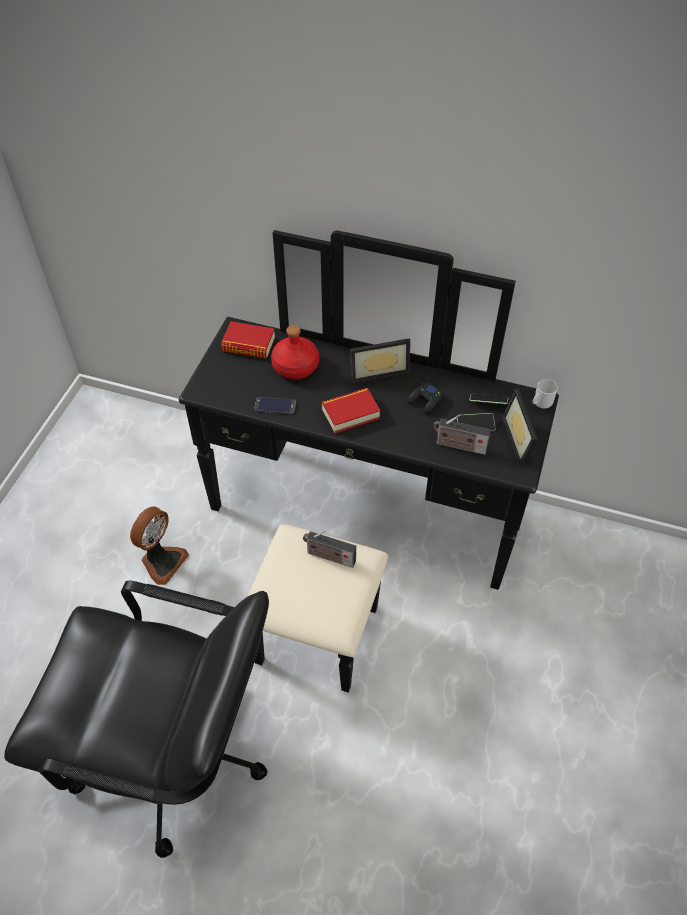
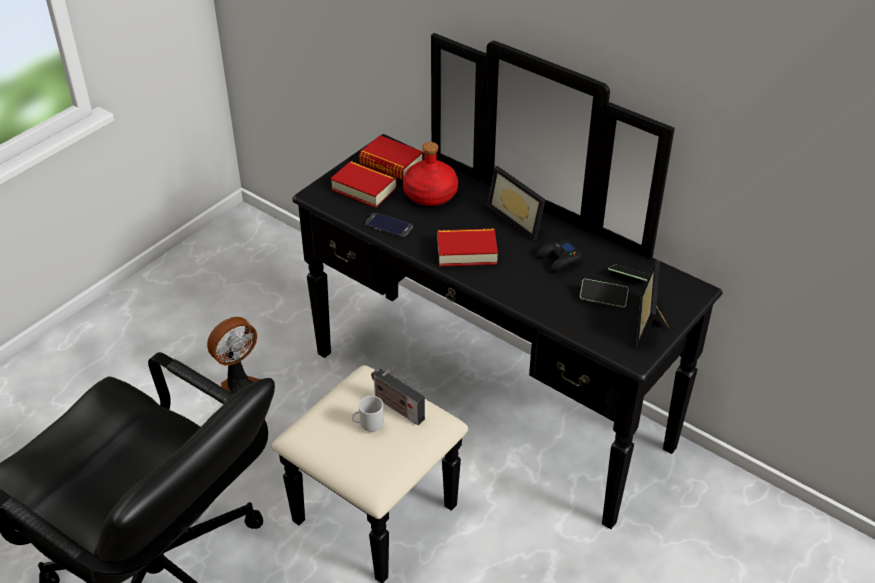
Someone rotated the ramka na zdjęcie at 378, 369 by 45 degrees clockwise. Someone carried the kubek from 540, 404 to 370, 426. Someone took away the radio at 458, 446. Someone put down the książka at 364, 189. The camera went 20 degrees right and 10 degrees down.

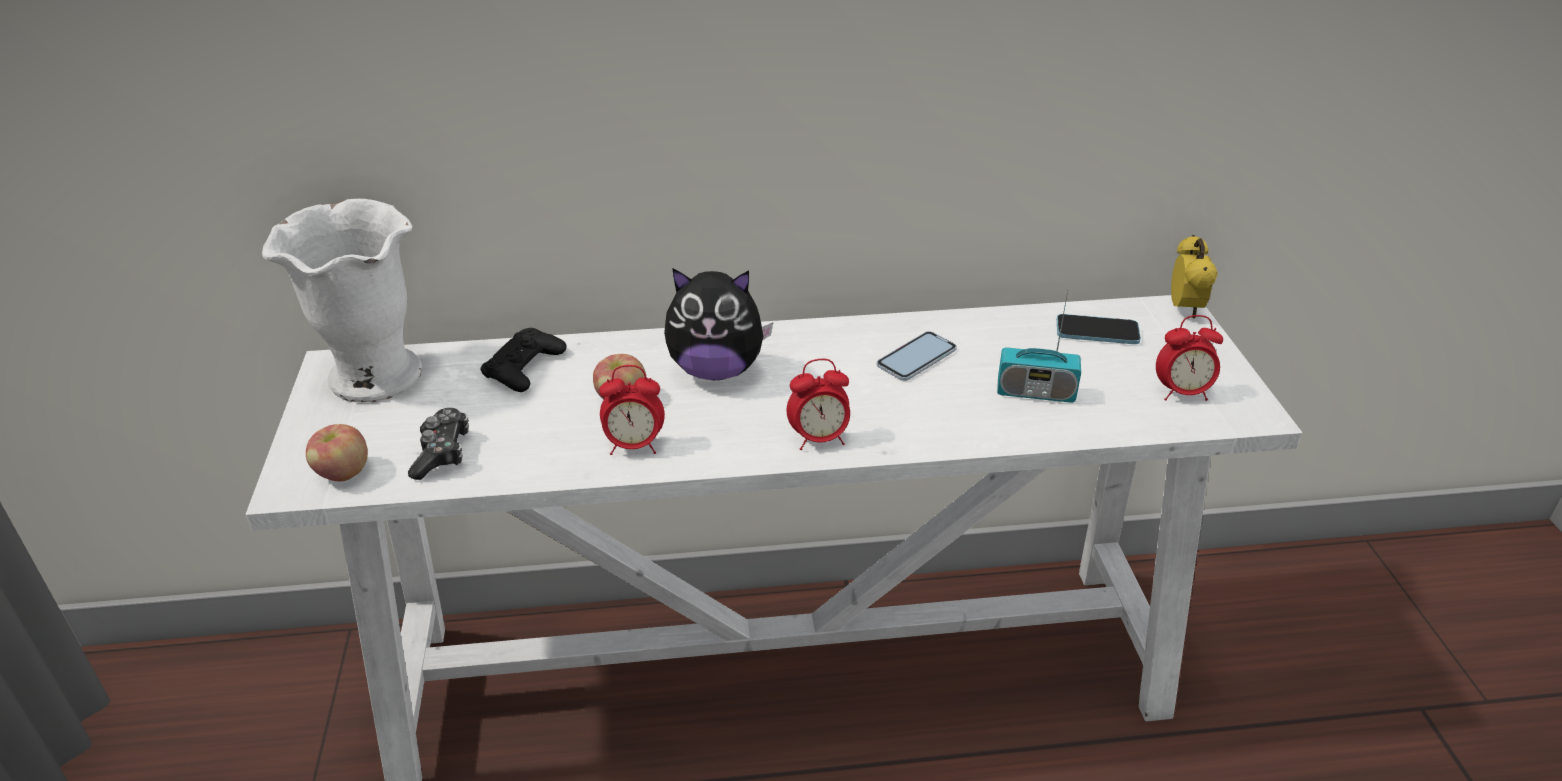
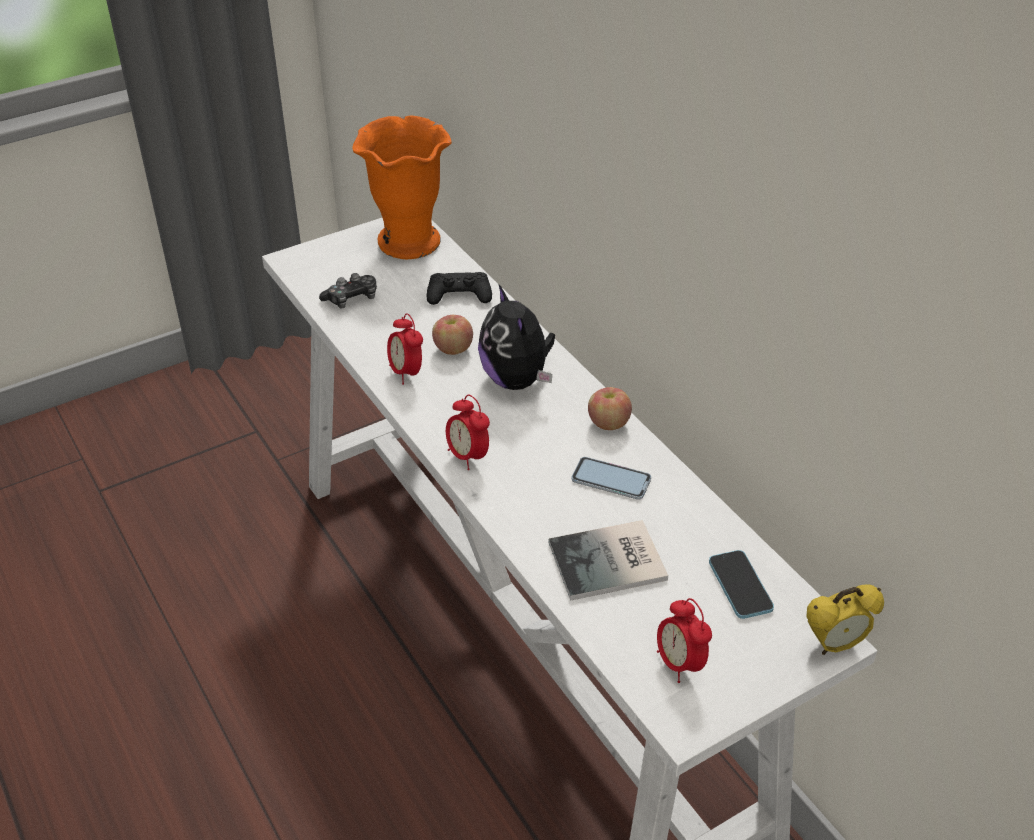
Someone repainted the wazon [biały] at 375, 376, which became the wazon [pomarańczowy] at 409, 241. Someone swapped the radio at 1035, 392 for the książka at 611, 563. Someone carried the jabłko from 343, 473 to 608, 423. The camera went 65 degrees right and 5 degrees up.

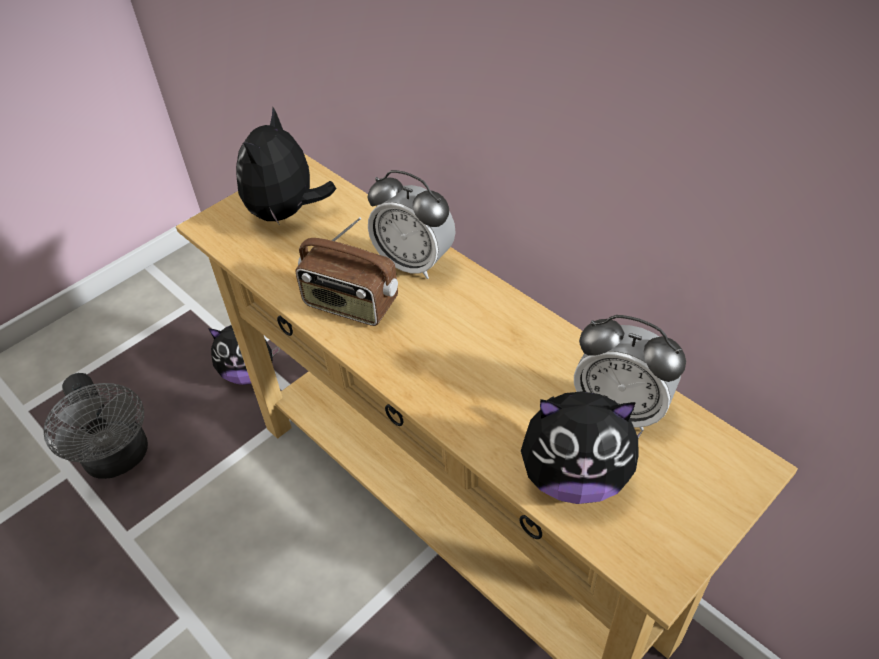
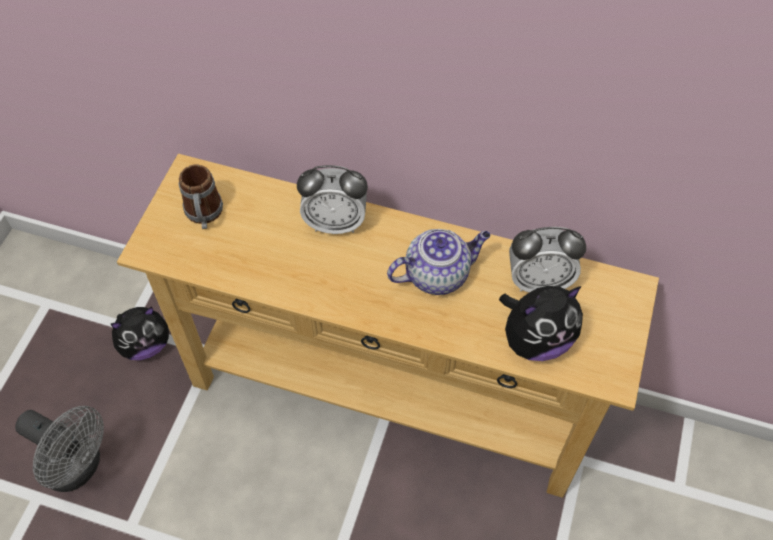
Someone swapped the pluszak at 286, 213 for the kubek at 204, 215. Someone took away the radio at 350, 305. Someone put down the imbryk at 438, 274. The camera went 30 degrees left and 10 degrees up.

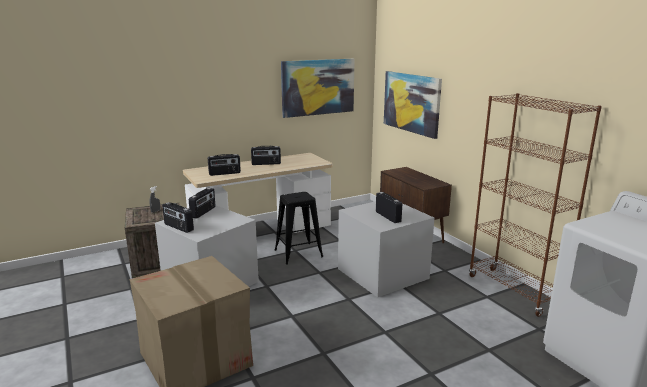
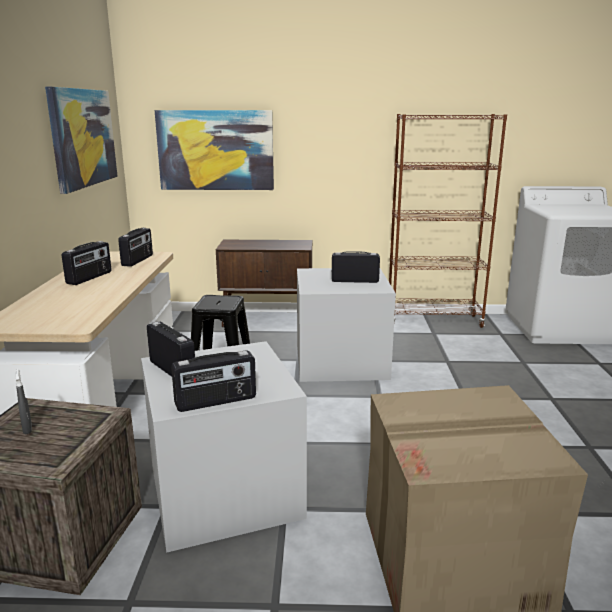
Someone carried the radio from 224, 173 to 138, 260. The camera went 60 degrees left and 0 degrees up.

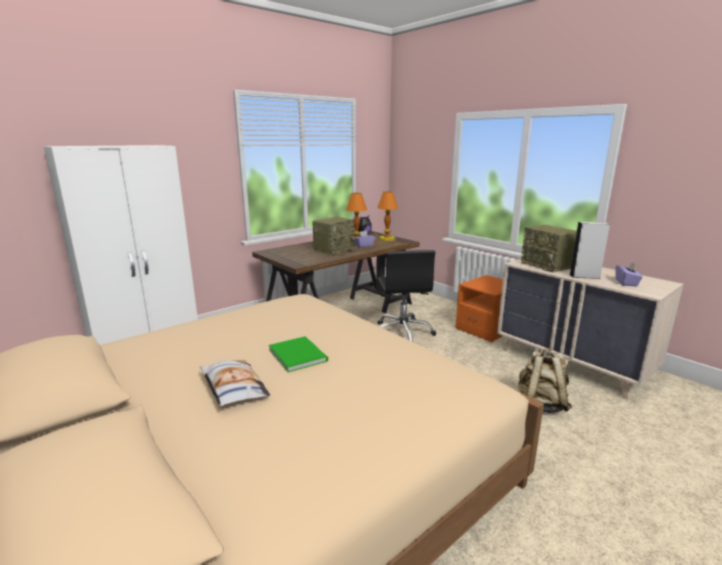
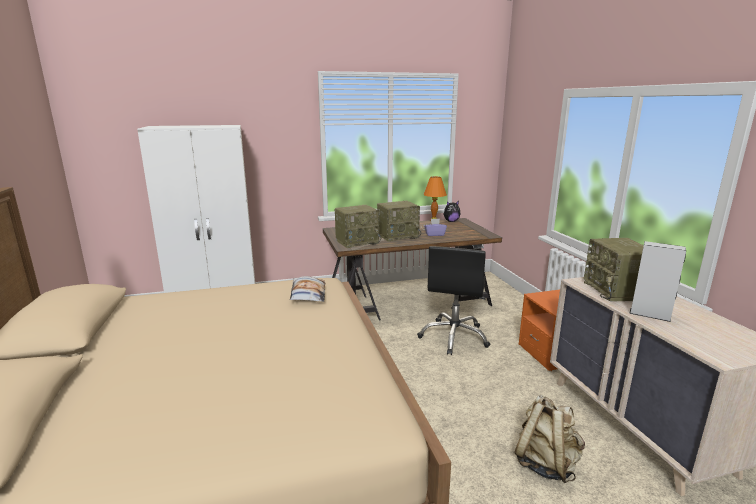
Someone took away the lampa stołowa at 385, 238. Someone took away the pudełko chusteczek [fioletowy] at 626, 283. Someone took away the książka [zielony] at 298, 354. Someone carried the poduszka from 233, 387 to 307, 294. Someone put down the radio at 357, 241. The camera went 25 degrees right and 0 degrees up.

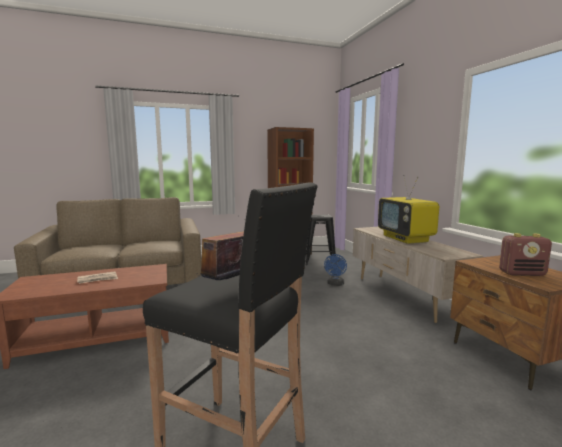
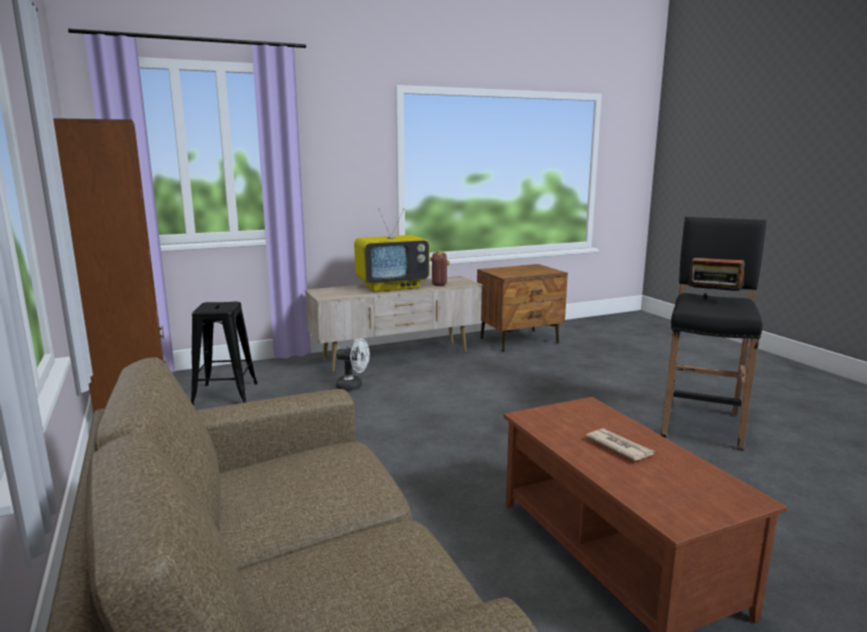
Someone carried the radio from 522, 273 to 439, 283. Someone repainted the wentylator [niebieski] at 335, 284, which became the wentylator [biały] at 353, 386. The camera went 95 degrees left and 5 degrees up.

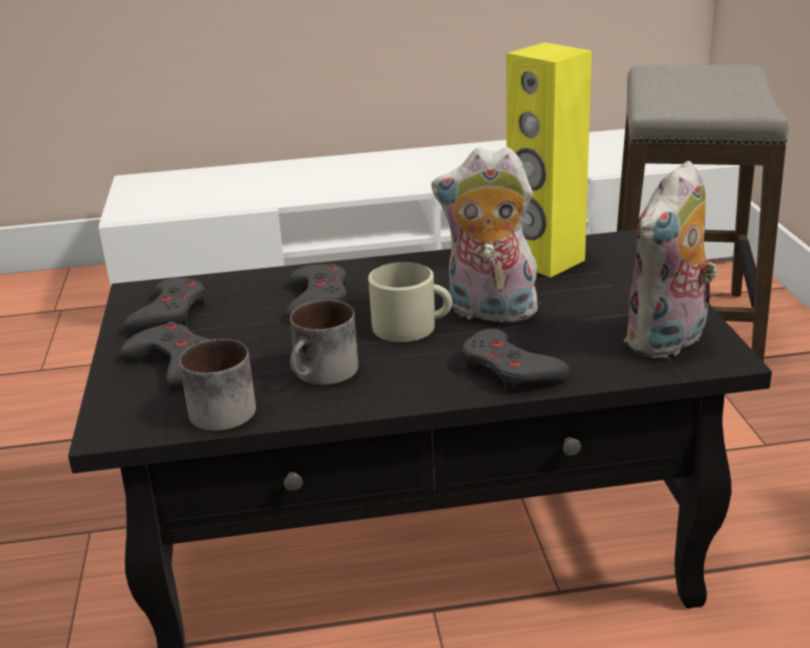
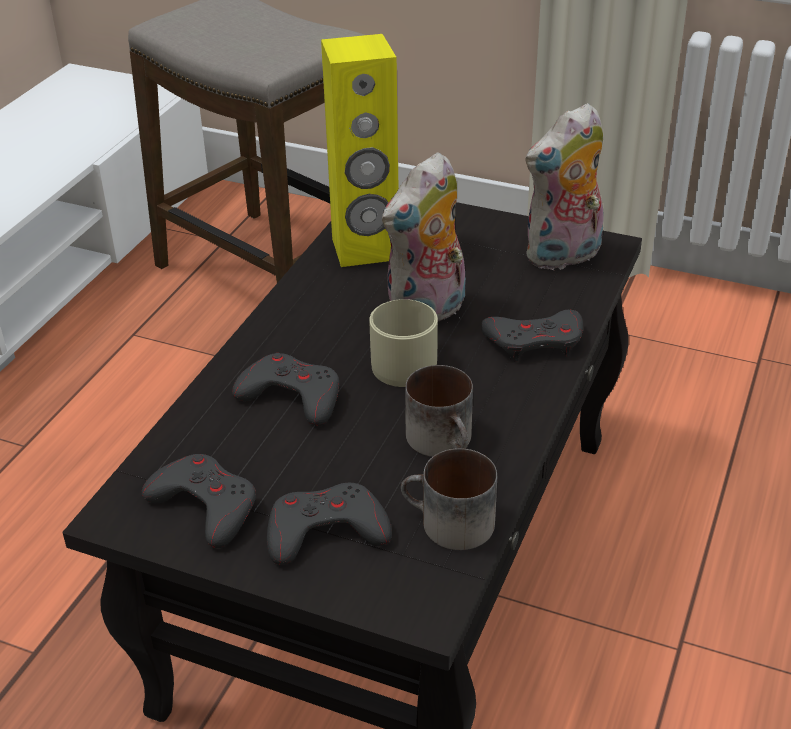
Someone rotated the pluszak at 668, 342 by 75 degrees clockwise. The camera went 60 degrees left and 10 degrees up.

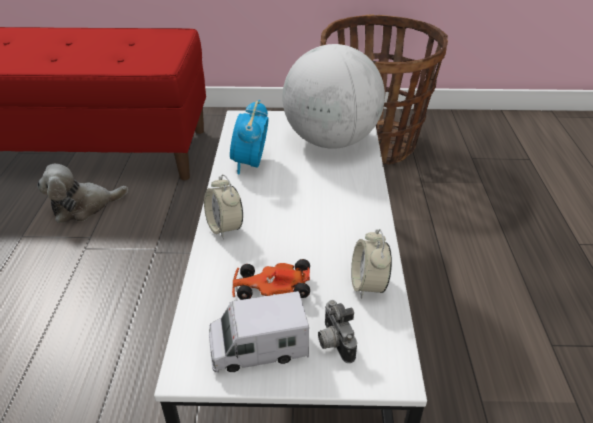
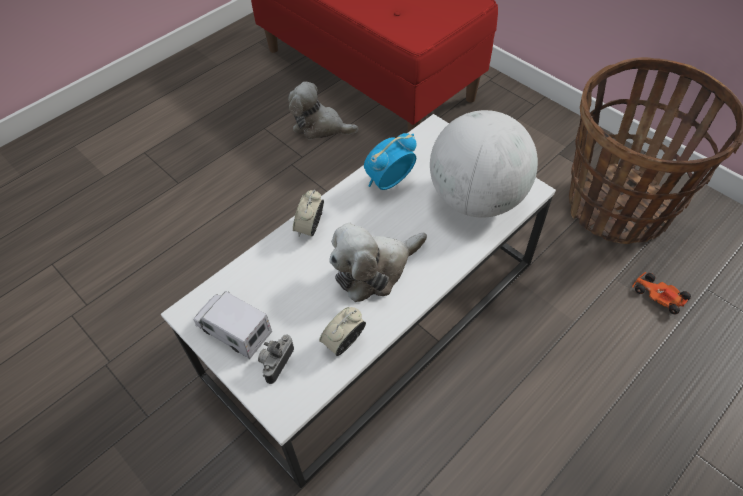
Someone carried the samochodzik from 271, 287 to 658, 295. Someone put down the pluszak at 375, 270. The camera went 45 degrees right and 15 degrees up.

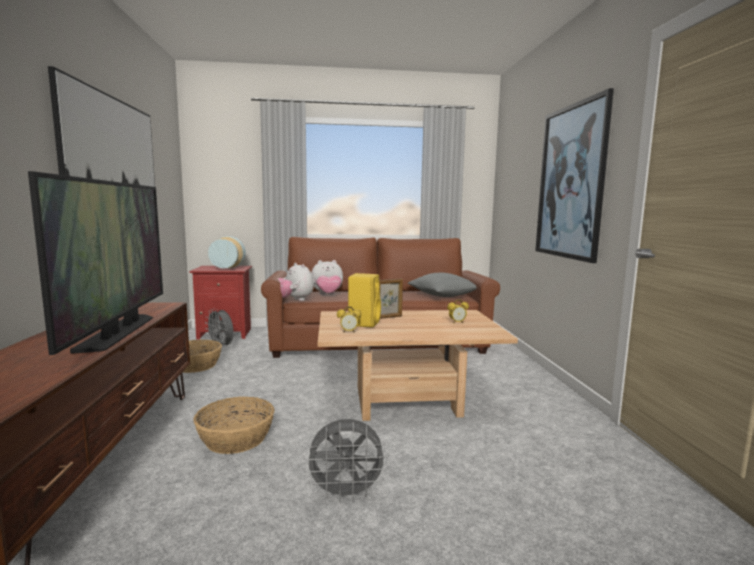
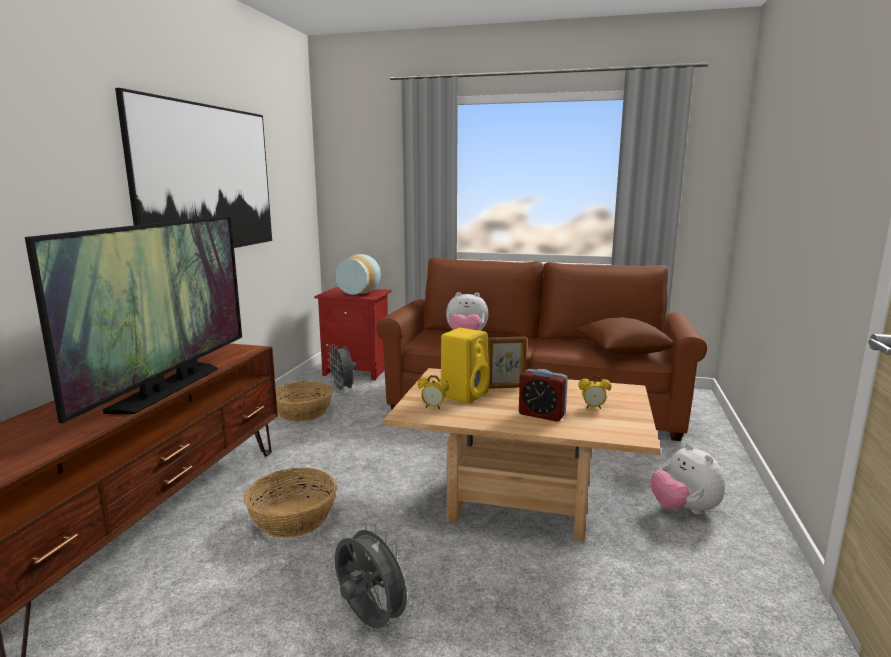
Someone took away the obraz at 570, 182. Someone carried the pluszak from 295, 300 to 684, 510. Someone repainted the poduszka [szary] at 442, 296, which became the poduszka [brązowy] at 623, 352. Someone rotated the wentylator [szary] at 346, 494 by 150 degrees counterclockwise. Someone put down the budzik at 541, 414. The camera went 20 degrees right and 5 degrees up.

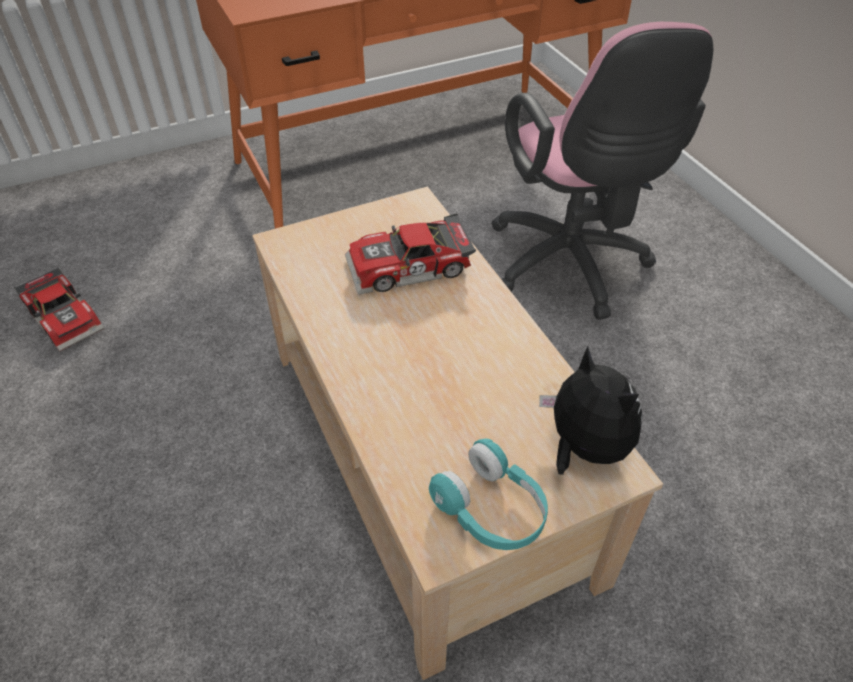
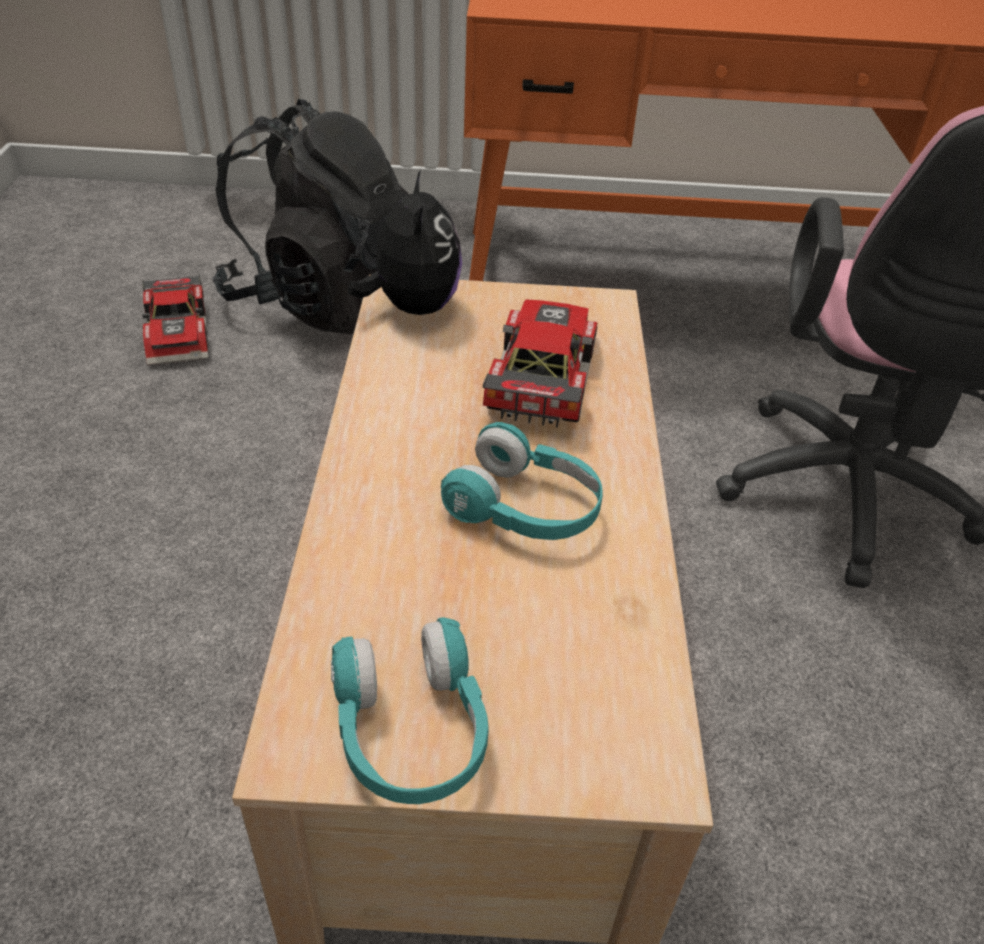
Someone rotated the samochodzik at 410, 269 by 90 degrees clockwise. Someone carried the pluszak from 583, 448 to 412, 307. Someone put down the plecak [czarny] at 322, 301. Someone put down the słuchawki [turkusowy] at 524, 508. The camera went 25 degrees right and 5 degrees down.

